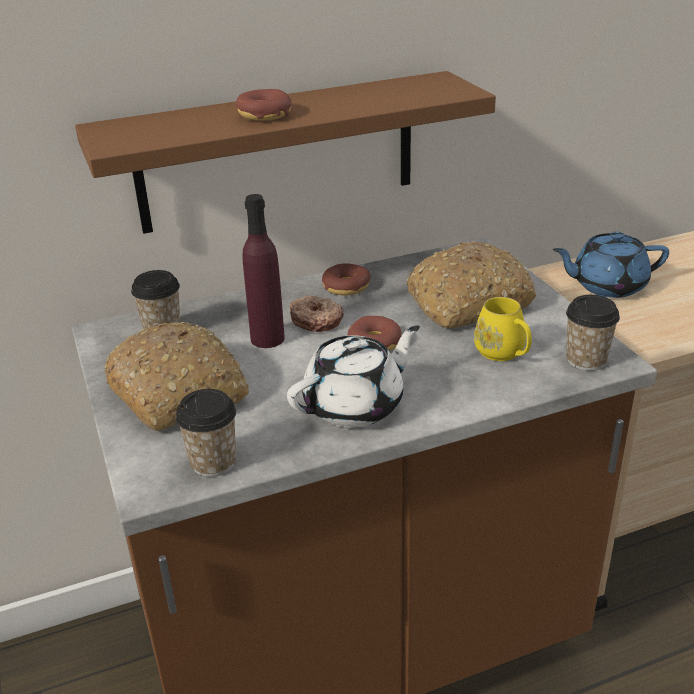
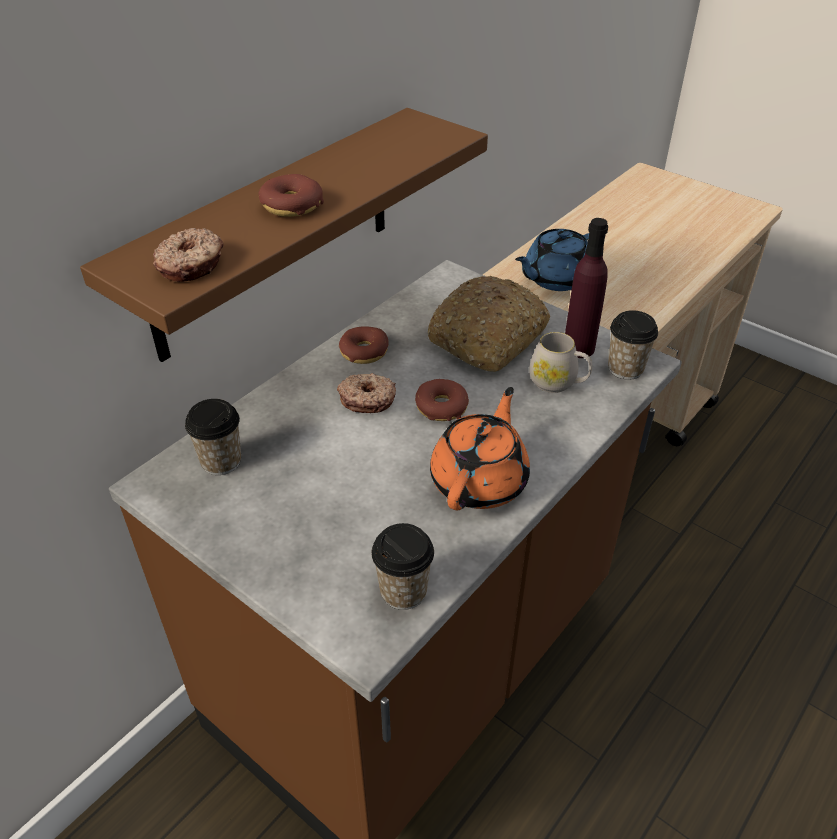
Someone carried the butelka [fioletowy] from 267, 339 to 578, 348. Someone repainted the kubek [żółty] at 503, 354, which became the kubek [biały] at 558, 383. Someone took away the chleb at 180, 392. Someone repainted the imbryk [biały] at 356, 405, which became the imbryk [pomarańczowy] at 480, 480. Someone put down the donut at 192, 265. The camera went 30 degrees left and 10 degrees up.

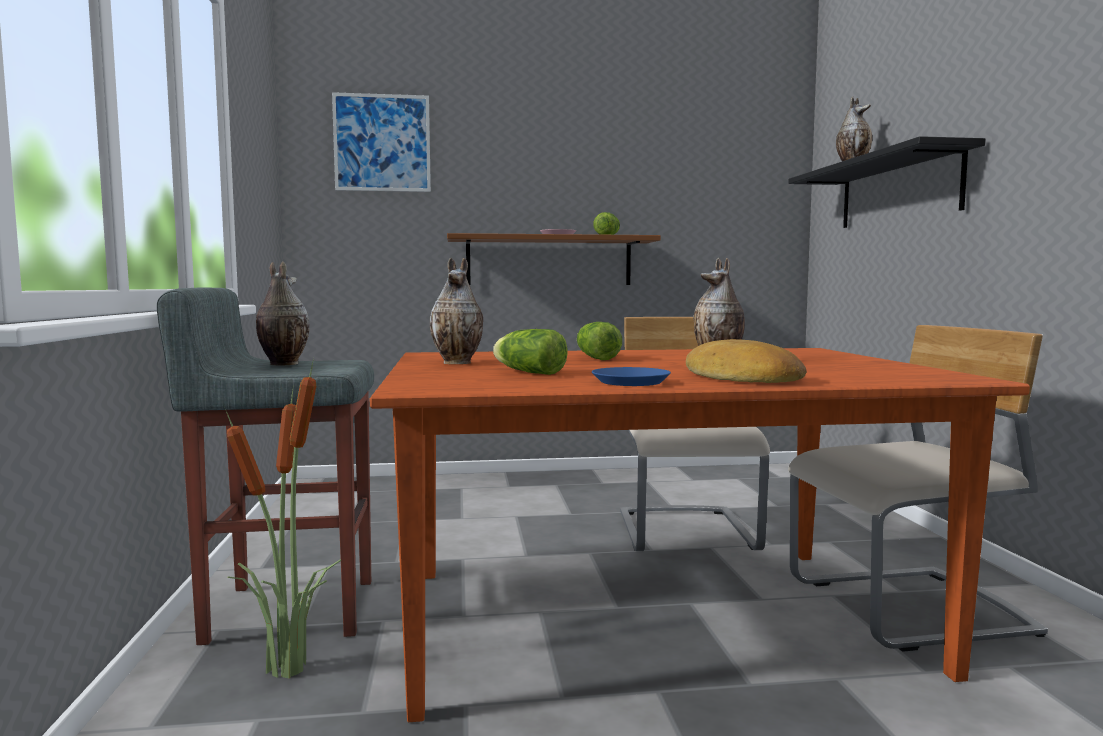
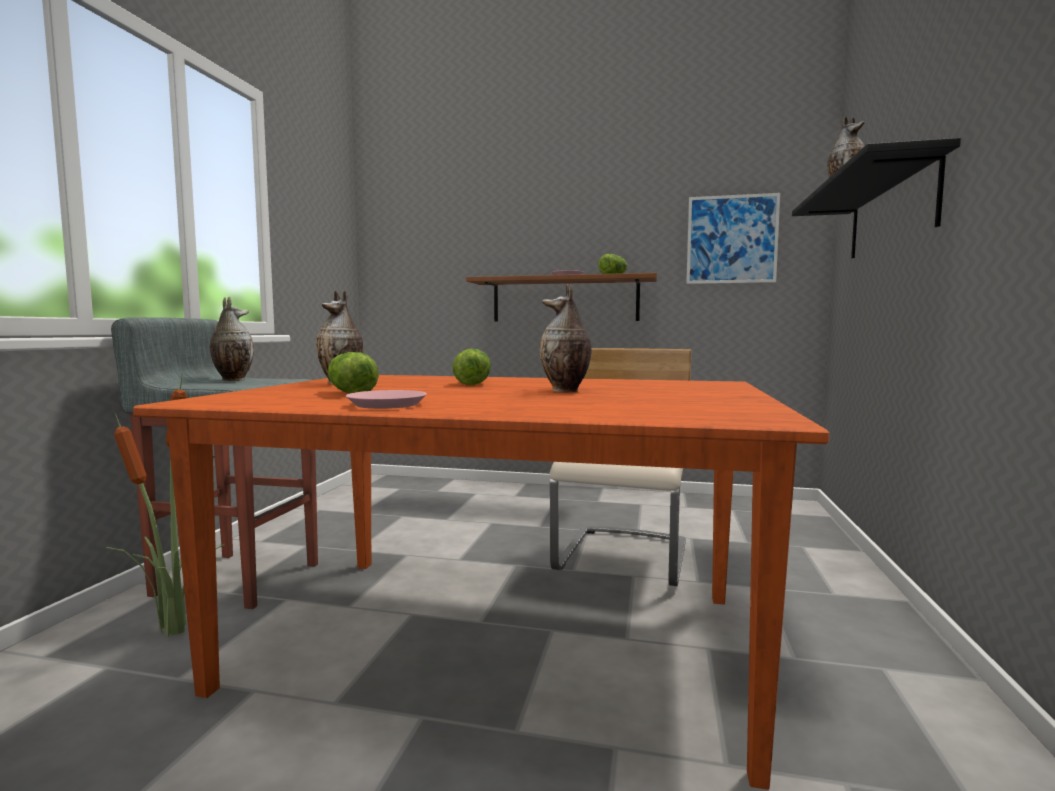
Someone carried the obraz from 382, 143 to 732, 239. Someone took away the krzesło [beżowy] at 909, 610. Someone took away the chleb at 740, 378. Someone repainted the talerz [niebieski] at 631, 382, which became the talerz [różowy] at 386, 404. The camera went 20 degrees right and 0 degrees up.

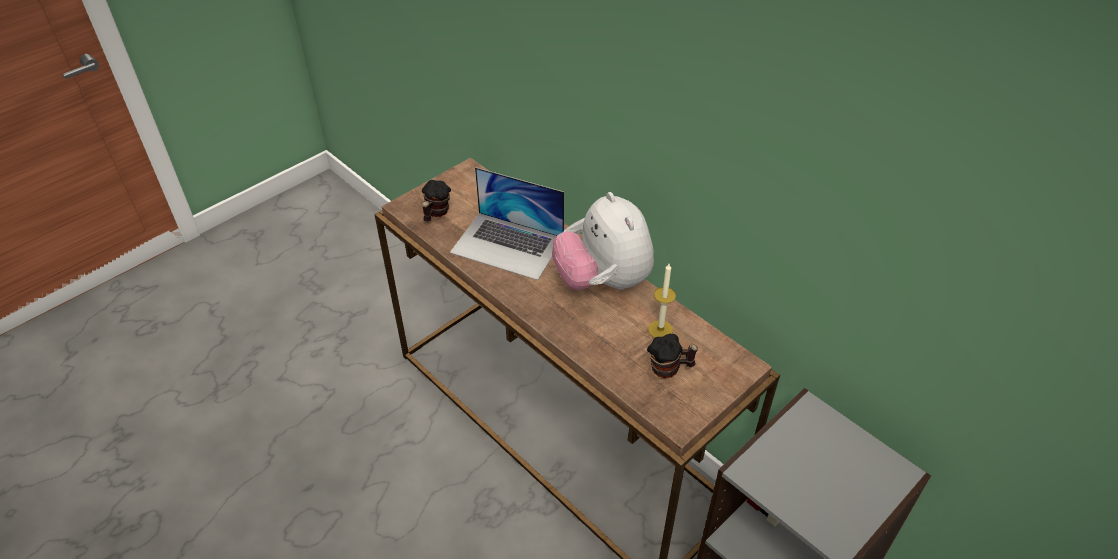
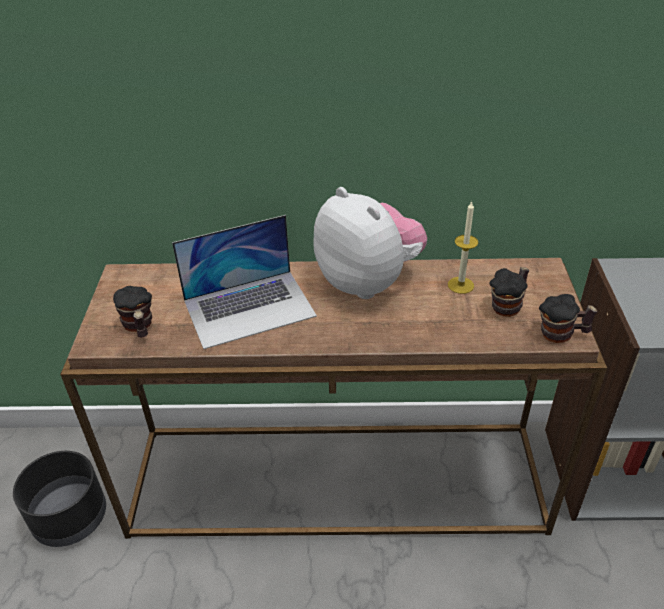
Someone rotated the pluszak at 602, 281 by 150 degrees counterclockwise. Someone put down the kubek at 561, 334. Someone put down the donica [czarny] at 69, 518. The camera went 45 degrees left and 5 degrees down.

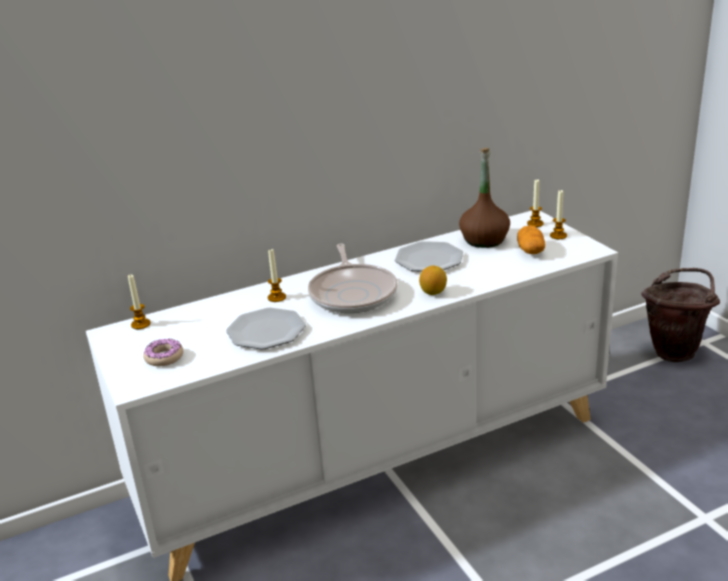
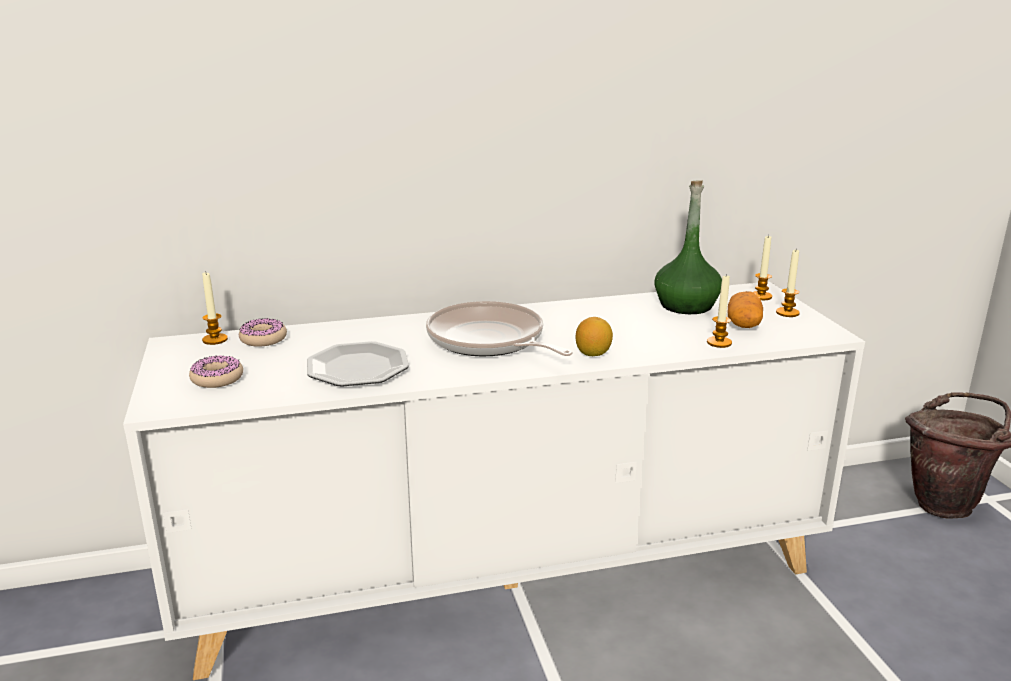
Someone repainted the butelka [brązowy] at 484, 240, which became the butelka [zielony] at 685, 306. Someone took away the talerz at 428, 259. Someone rotated the patelnia at 353, 293 by 135 degrees clockwise. Someone carried the świeca from 276, 297 to 719, 342. Someone put down the donut at 263, 339. The camera went 10 degrees right and 5 degrees down.

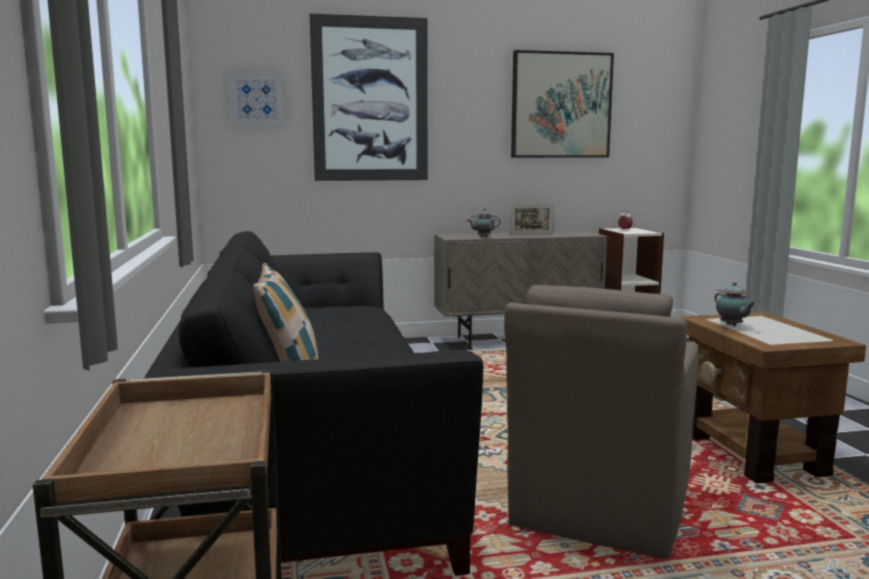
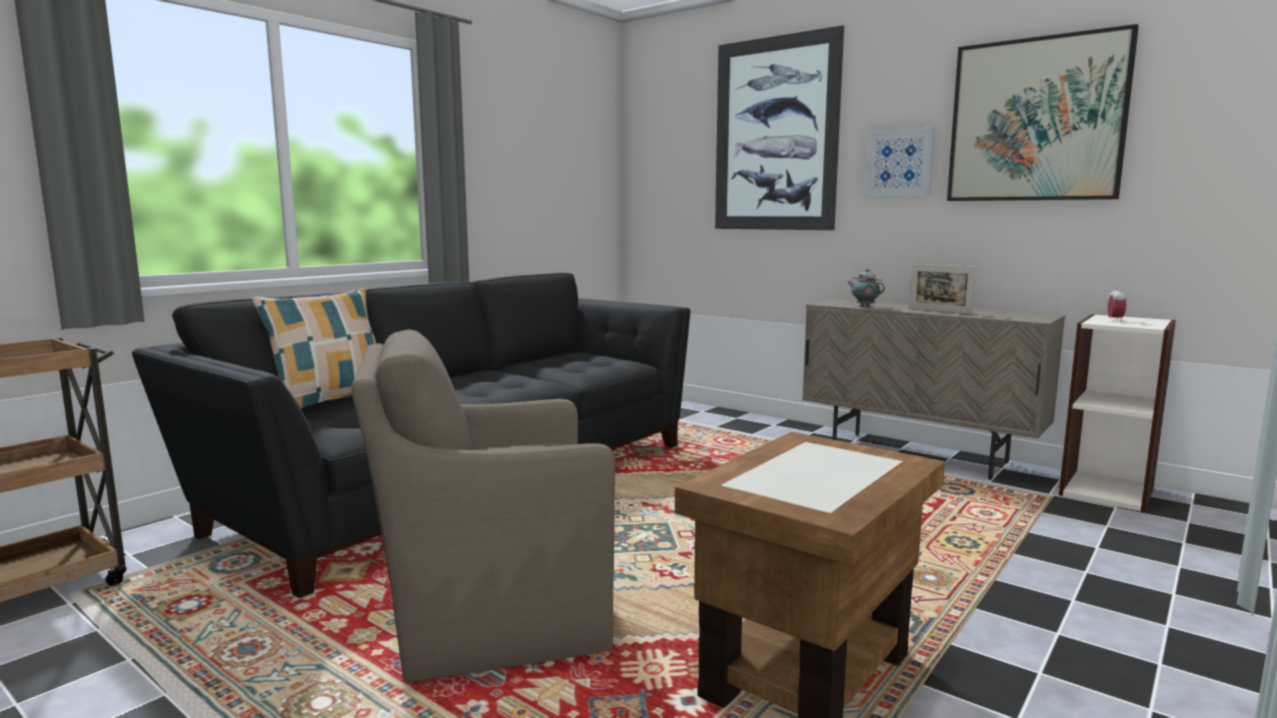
Someone carried the obraz from 256, 99 to 899, 163. Someone took away the imbryk at 732, 326. The camera went 50 degrees right and 0 degrees up.

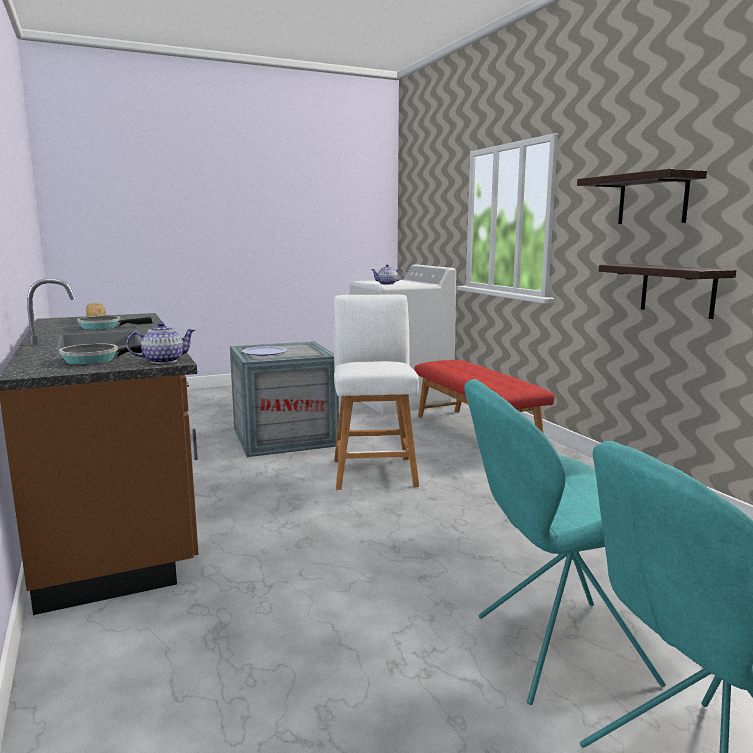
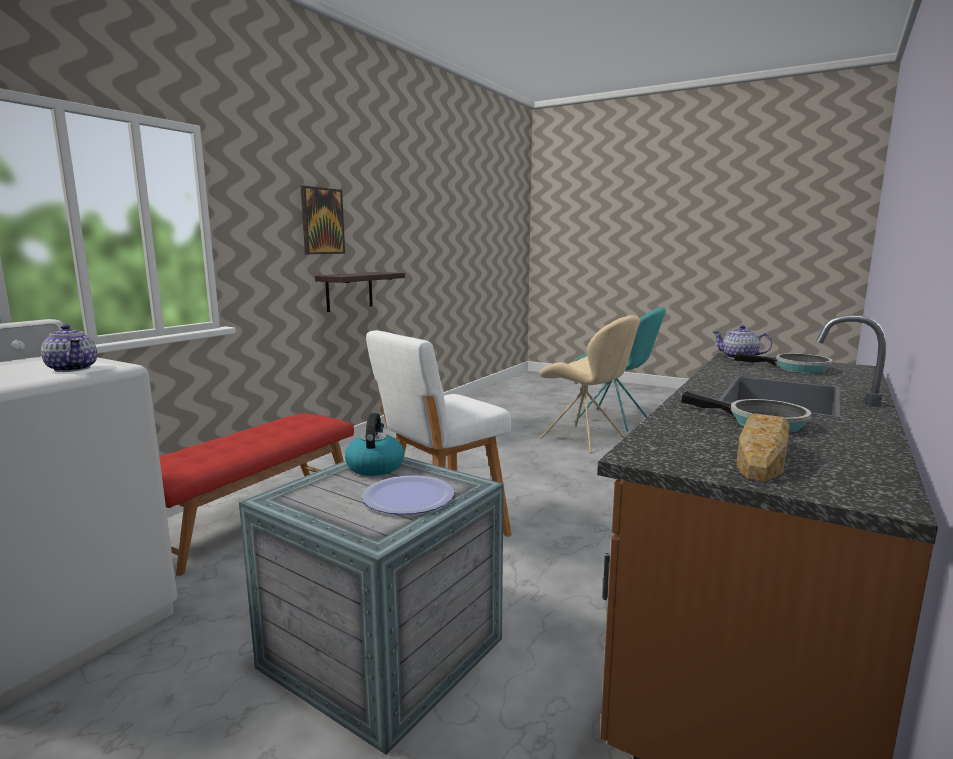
Someone swapped the półka at 652, 199 for the obraz at 322, 221. Someone repainted the krzesło [turkusowy] at 556, 650, which became the krzesło [beżowy] at 585, 439. Someone put down the czajnik at 375, 467. The camera went 125 degrees left and 0 degrees up.

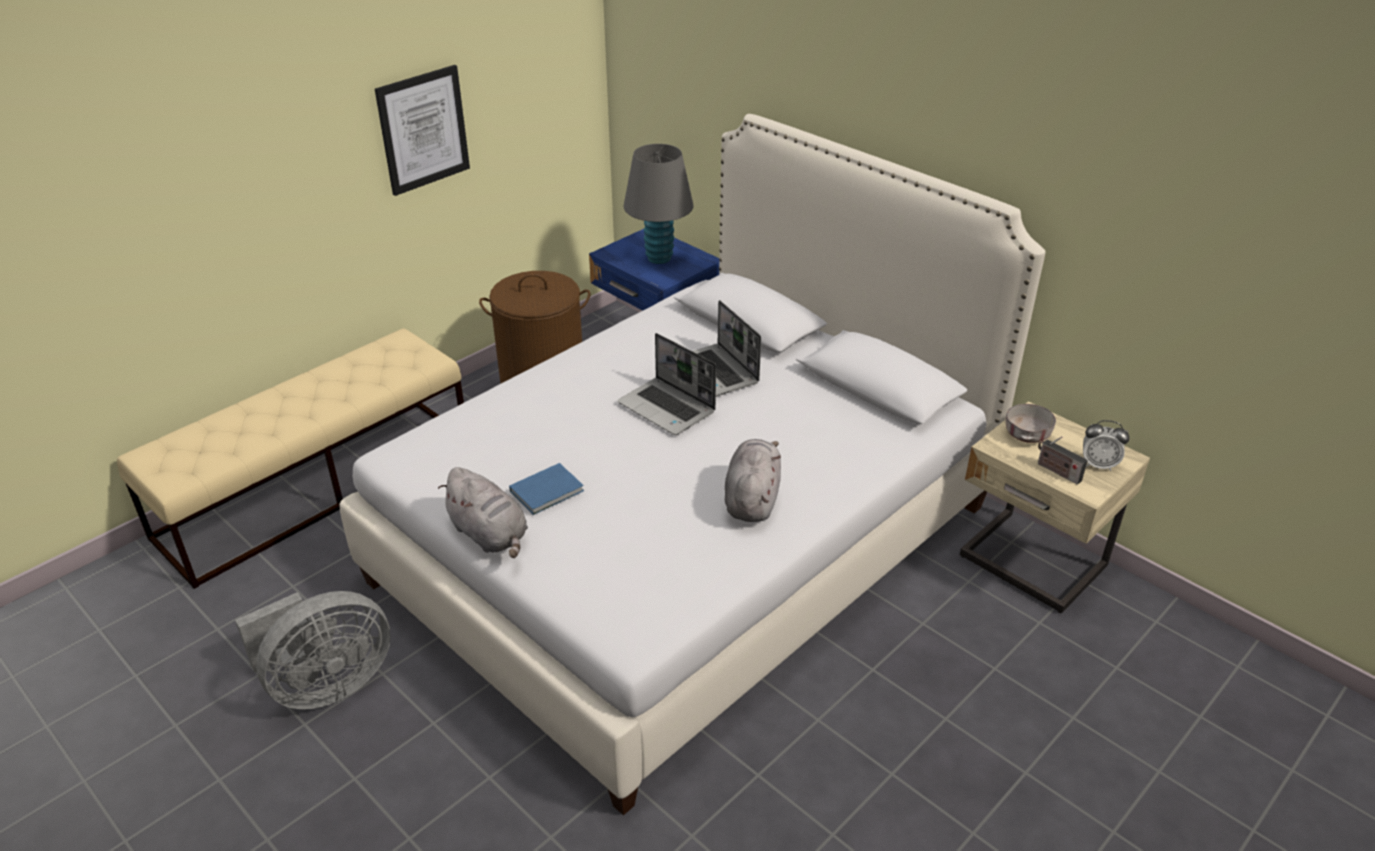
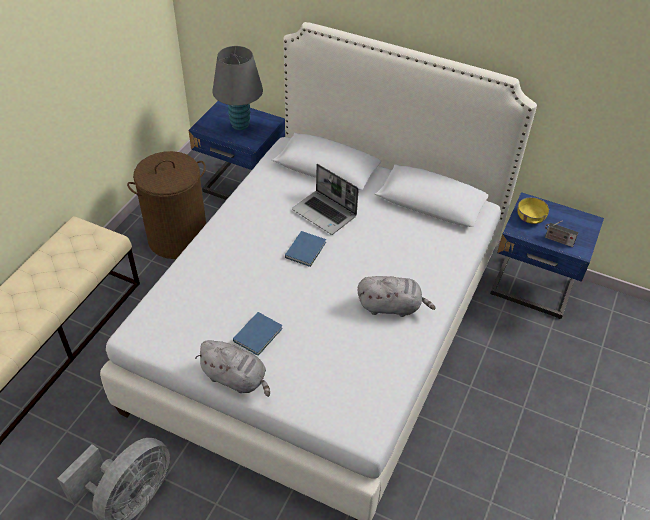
Someone took away the obraz at 423, 130. Someone swapped the laptop at 668, 408 for the książka [niebieski] at 306, 249. Someone repainted the szafka nocna [beżowy] at 1031, 564, which became the szafka nocna [niebieski] at 532, 289. Someone repainted the miska [szary] at 1027, 434, which became the miska [żółty] at 530, 217. Someone took away the budzik at 1098, 464. Someone rotated the pluszak [szary] at 752, 499 by 105 degrees clockwise. The camera went 20 degrees left and 10 degrees up.

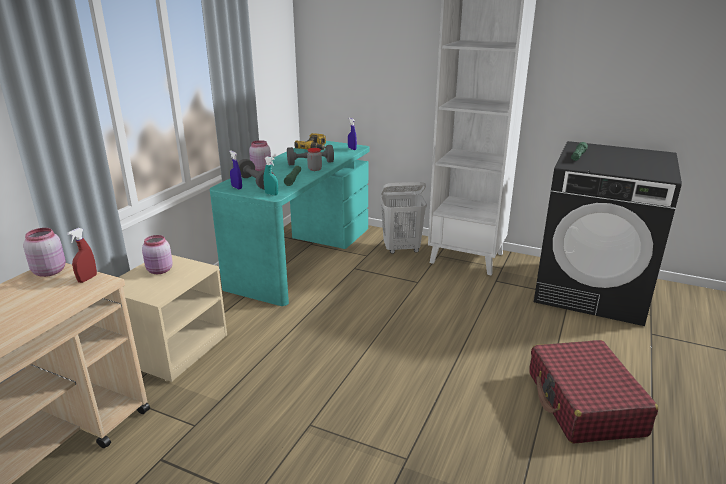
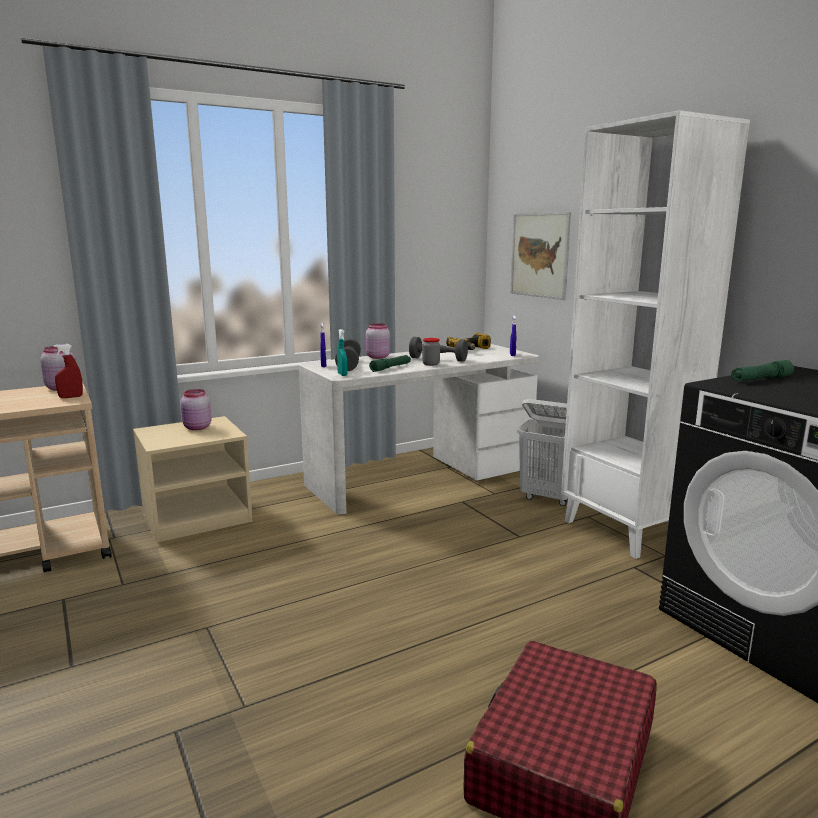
Someone repainted the biurko [turkusowy] at 302, 256, which became the biurko [biały] at 421, 476. Someone put up the obraz at 539, 255. The camera went 35 degrees right and 10 degrees down.

